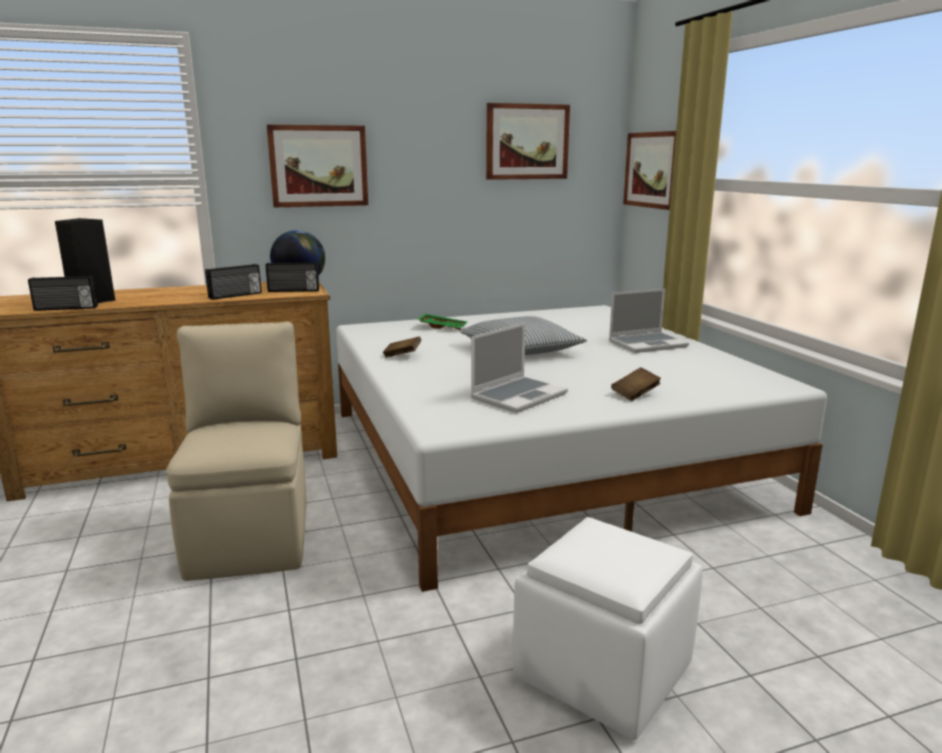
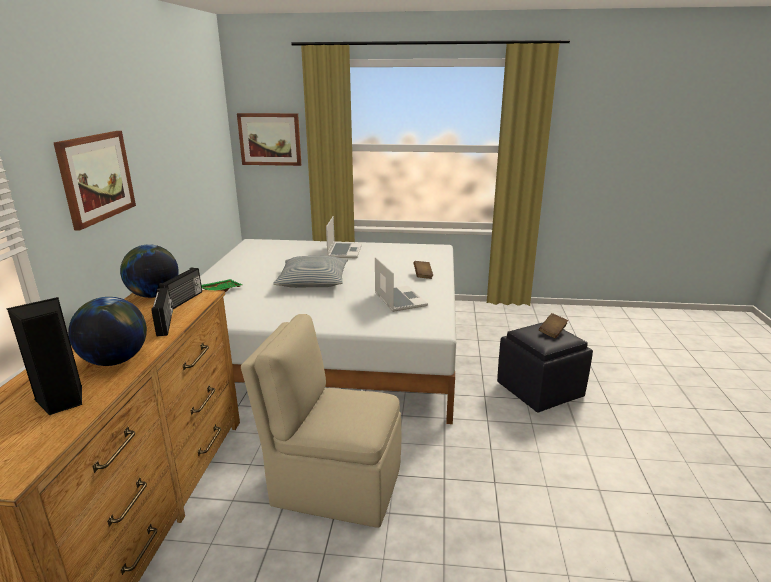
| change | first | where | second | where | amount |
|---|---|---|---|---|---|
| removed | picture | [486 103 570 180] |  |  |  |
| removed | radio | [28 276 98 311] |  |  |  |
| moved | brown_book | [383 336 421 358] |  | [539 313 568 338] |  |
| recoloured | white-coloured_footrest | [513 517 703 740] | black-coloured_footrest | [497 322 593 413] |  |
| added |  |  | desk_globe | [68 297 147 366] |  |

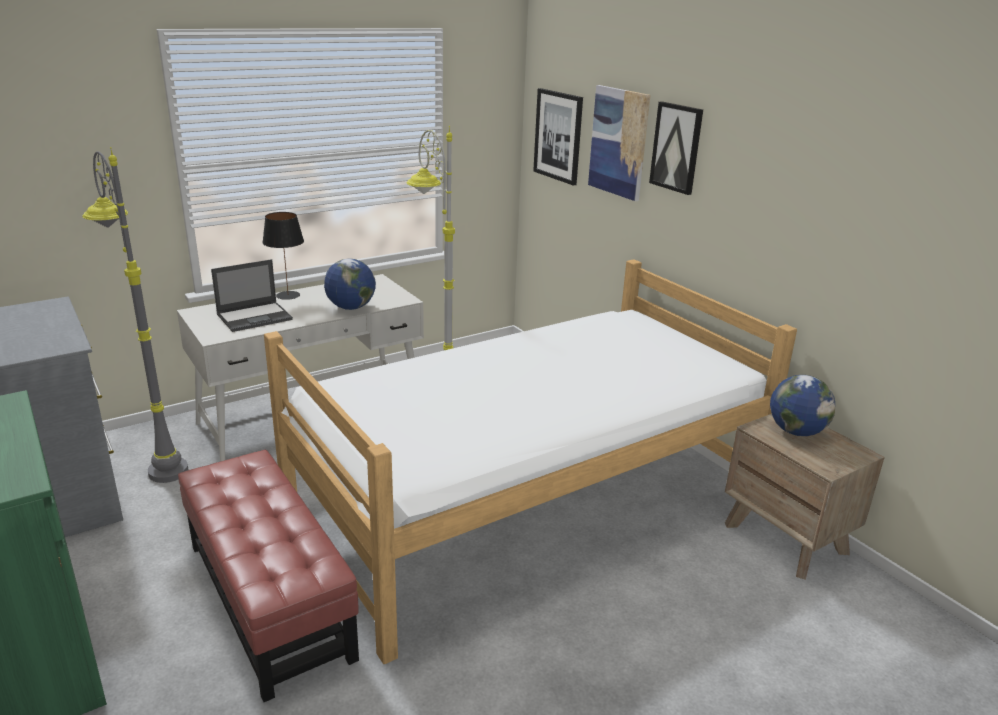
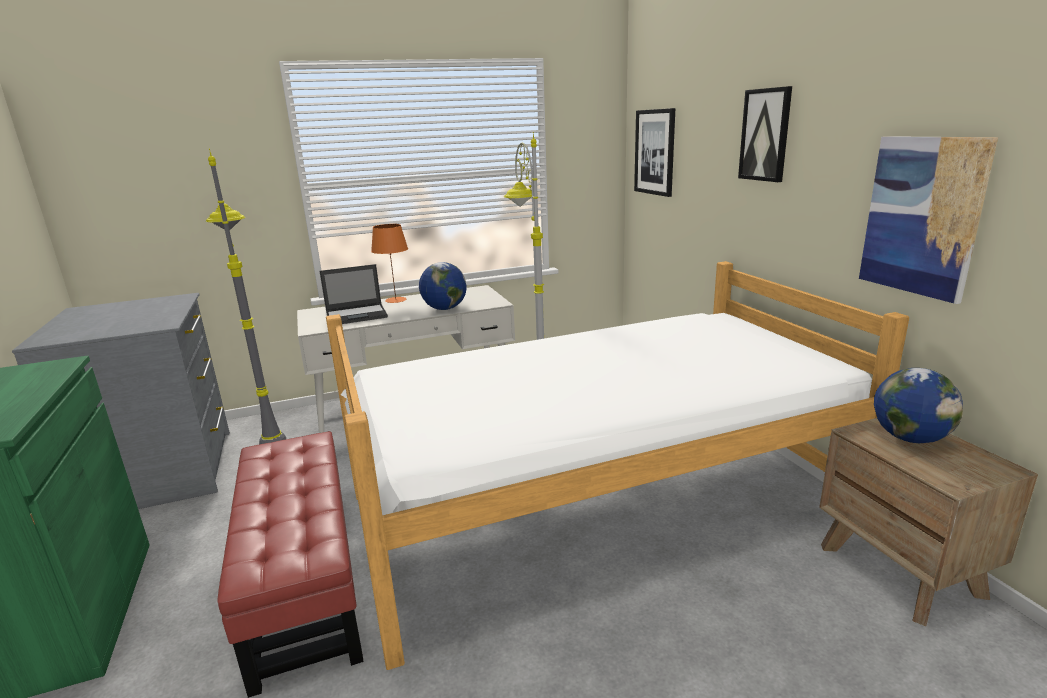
| change | first | where | second | where | amount |
|---|---|---|---|---|---|
| moved | picture | [588 85 651 201] |  | [859 136 998 304] |  |
| recoloured | black-coloured_lamp_for_a_table | [262 212 304 300] | orangey_lamp_for_a_table | [371 224 408 303] |  |

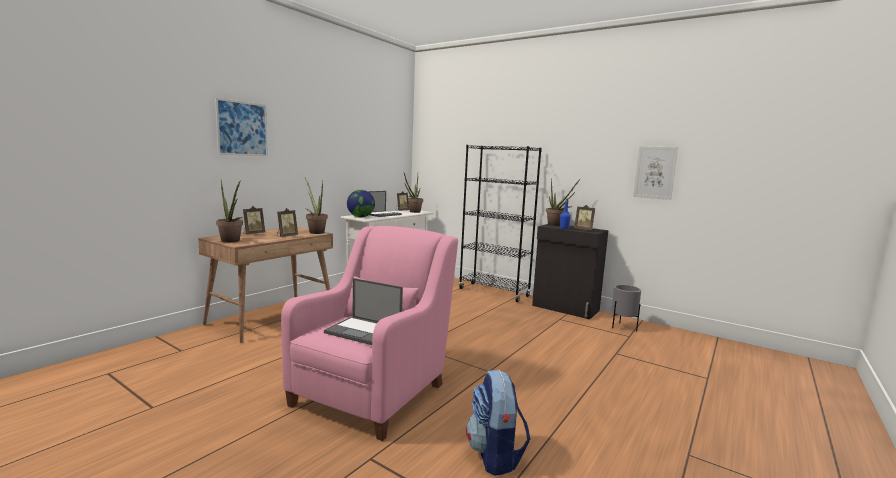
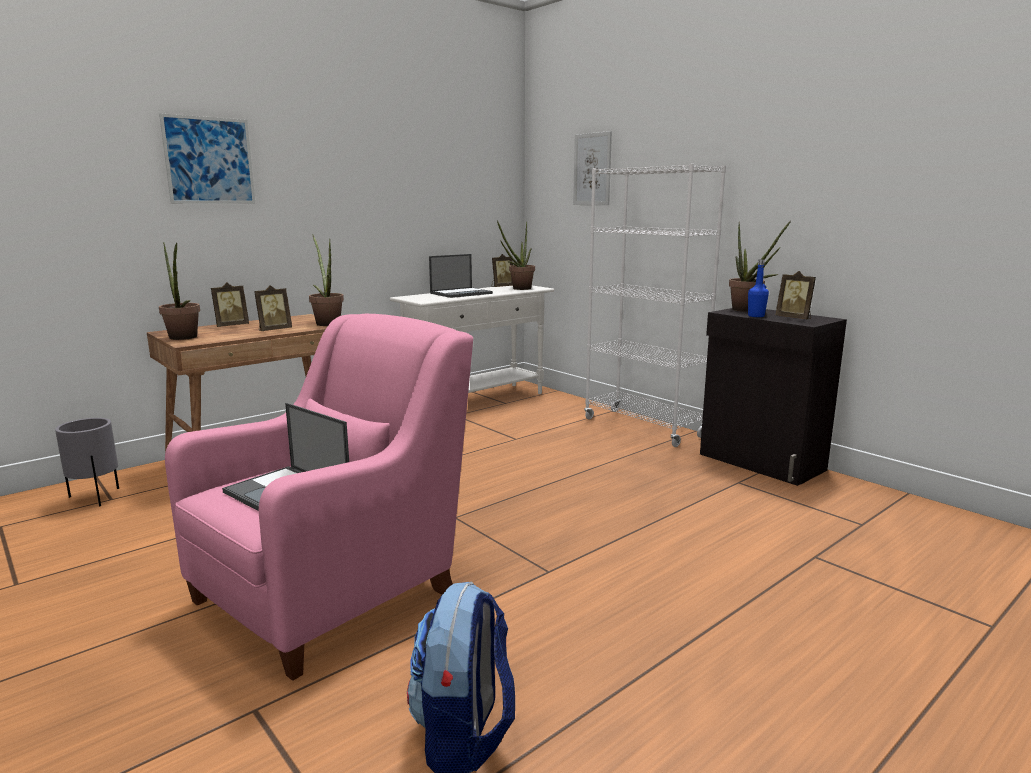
| change | first | where | second | where | amount |
|---|---|---|---|---|---|
| recoloured | black-coloured_bookcase | [459 145 542 302] | white-coloured_bookcase | [584 164 726 447] |  |
| moved | picture | [633 146 678 200] |  | [573 131 612 205] |  |
| removed | desk_globe | [347 190 375 217] |  |  |  |
| moved | gray_flower_pot | [611 285 641 332] |  | [55 418 119 507] |  |

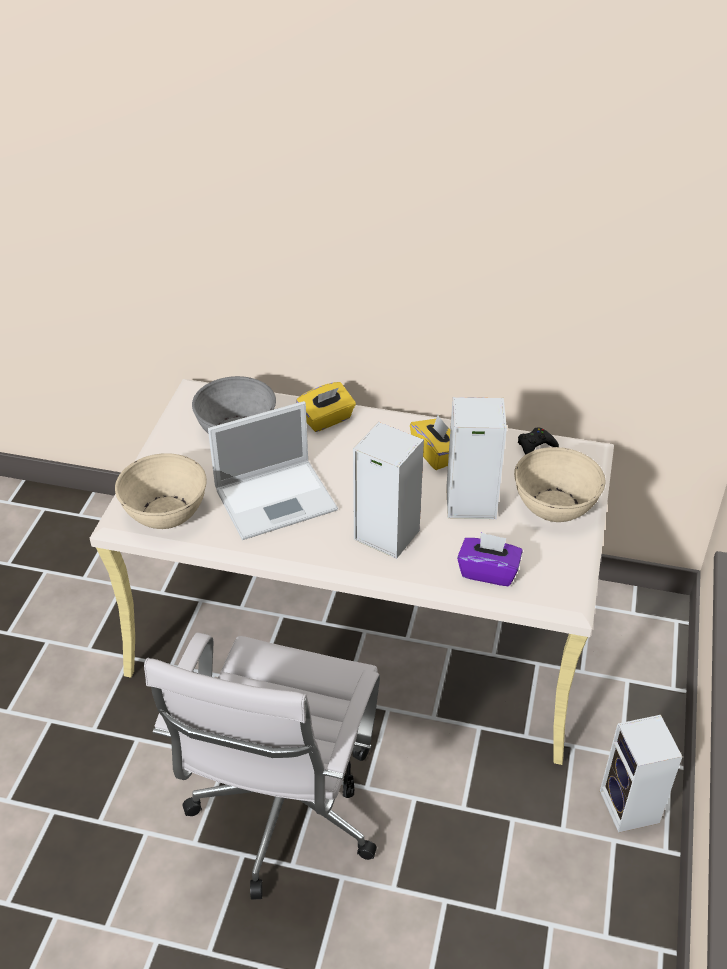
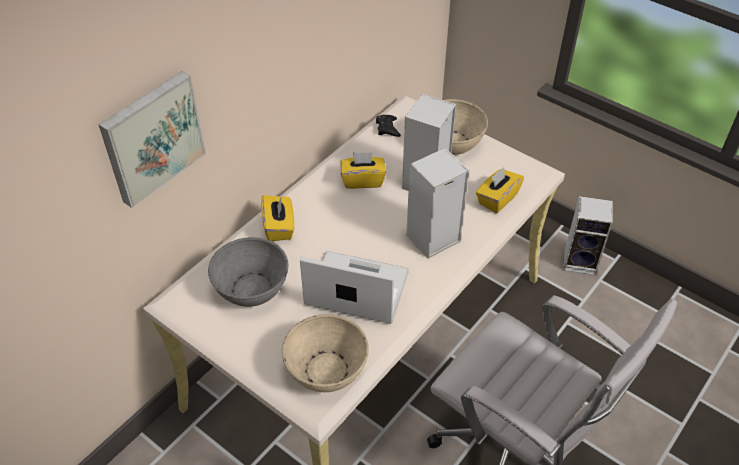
| change | first | where | second | where | amount |
|---|---|---|---|---|---|
| turned | notebook_computer | [208 401 338 540] |  | [300 251 409 324] | 75 degrees counterclockwise |
| recoloured | purplish_box_of_tissues | [457 532 523 586] | yellow-coloured_box_of_tissues | [476 167 524 213] |  |
| added |  |  | picture | [99 71 206 208] |  |

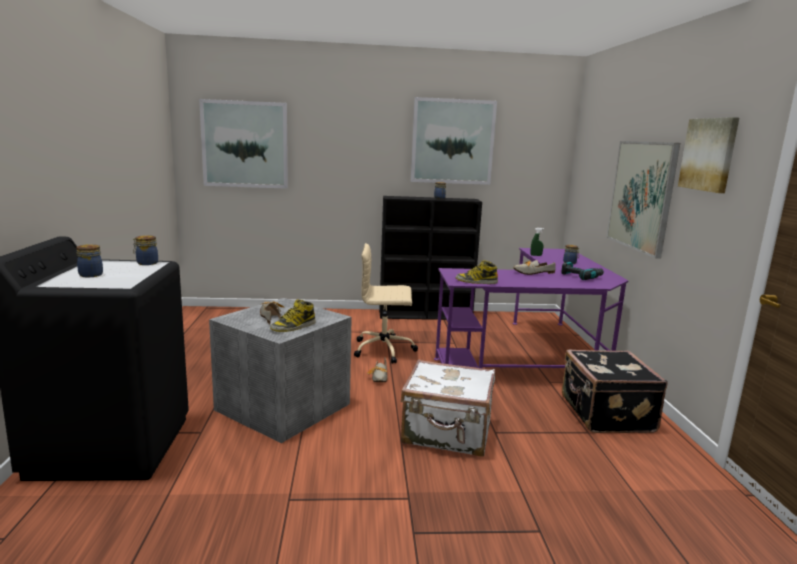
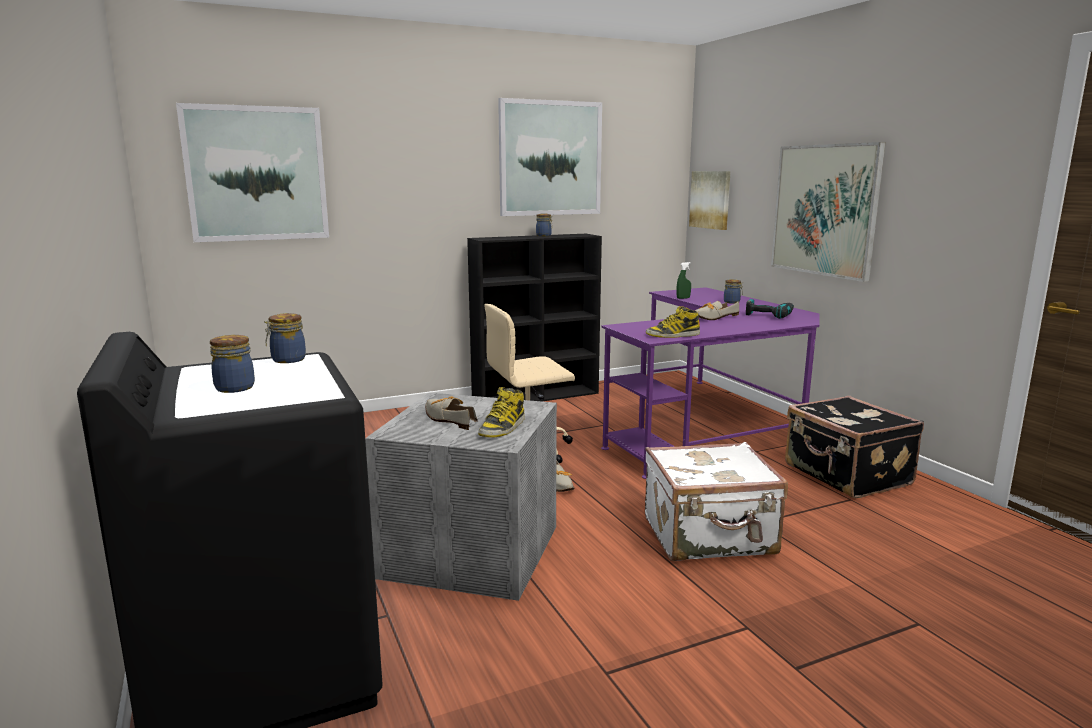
| change | first | where | second | where | amount |
|---|---|---|---|---|---|
| moved | picture | [678 117 739 193] |  | [689 171 731 230] |  |

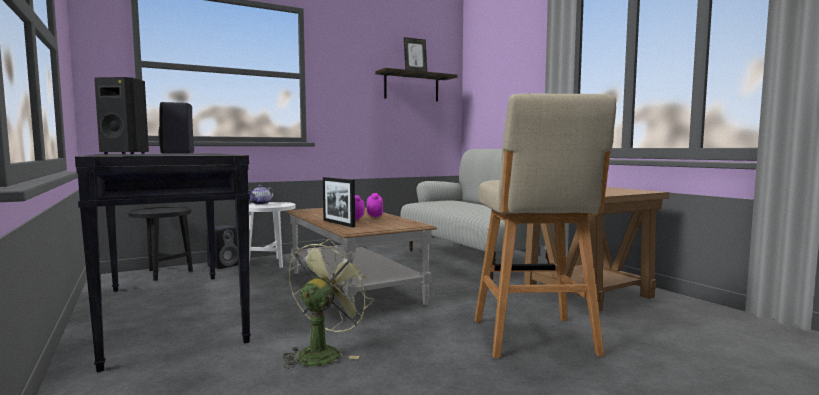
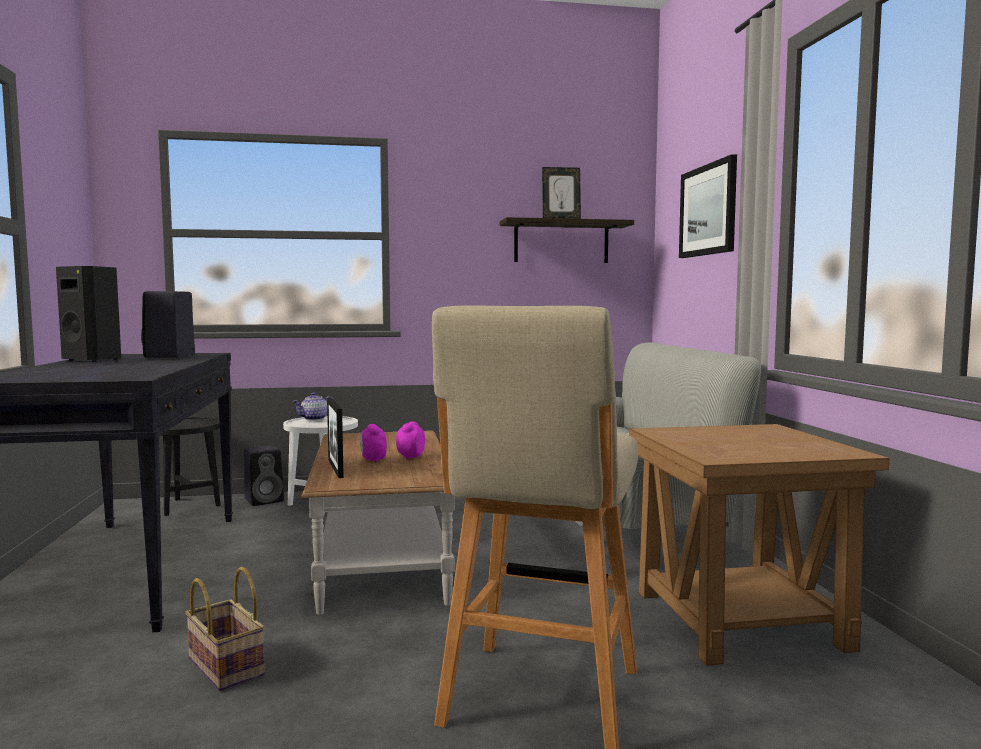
| change | first | where | second | where | amount |
|---|---|---|---|---|---|
| replaced | greenish_fan | [283 239 374 369] | storage_basket | [185 567 265 691] |  |
| added |  |  | picture | [679 154 737 258] |  |

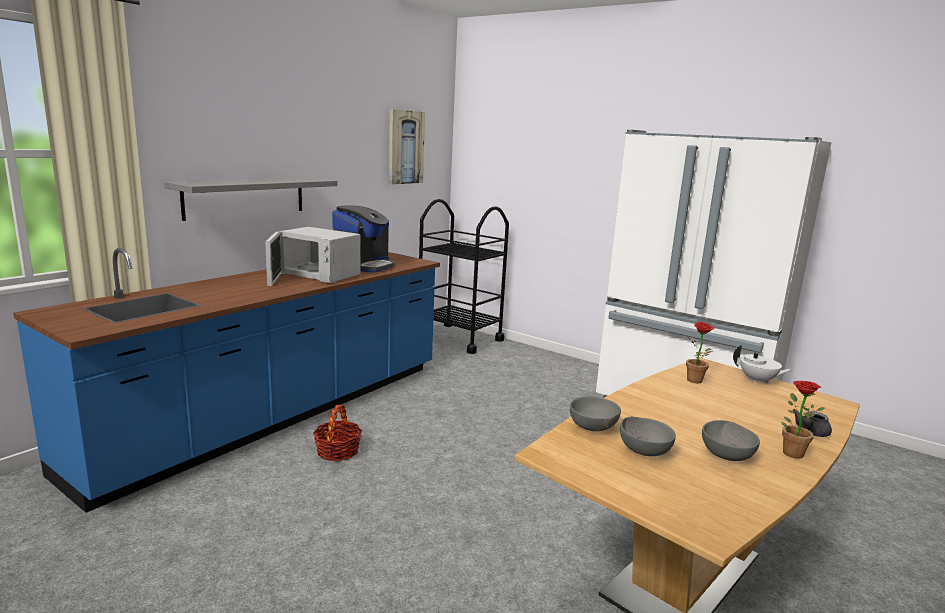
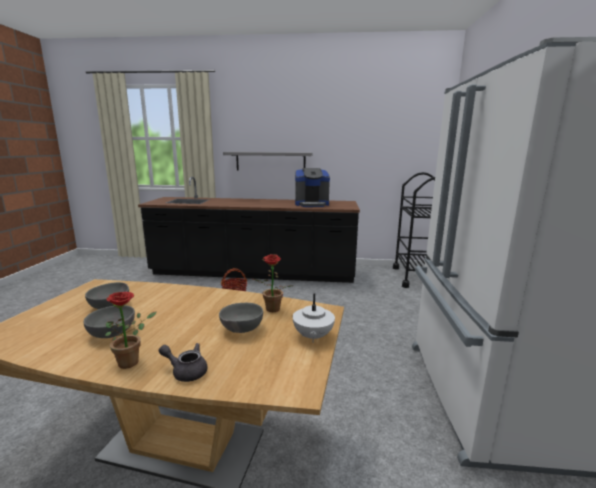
| change | first | where | second | where | amount |
|---|---|---|---|---|---|
| removed | picture | [389 109 425 184] |  |  |  |
| removed | white-coloured_microwave | [265 227 360 286] |  |  |  |
| recoloured | blue-coloured_kitchen_base_unit | [13 248 440 513] | black-coloured_kitchen_base_unit | [138 177 360 283] |  |
| moved | gray_deep_dish | [570 396 621 431] |  | [219 303 263 333] |  |

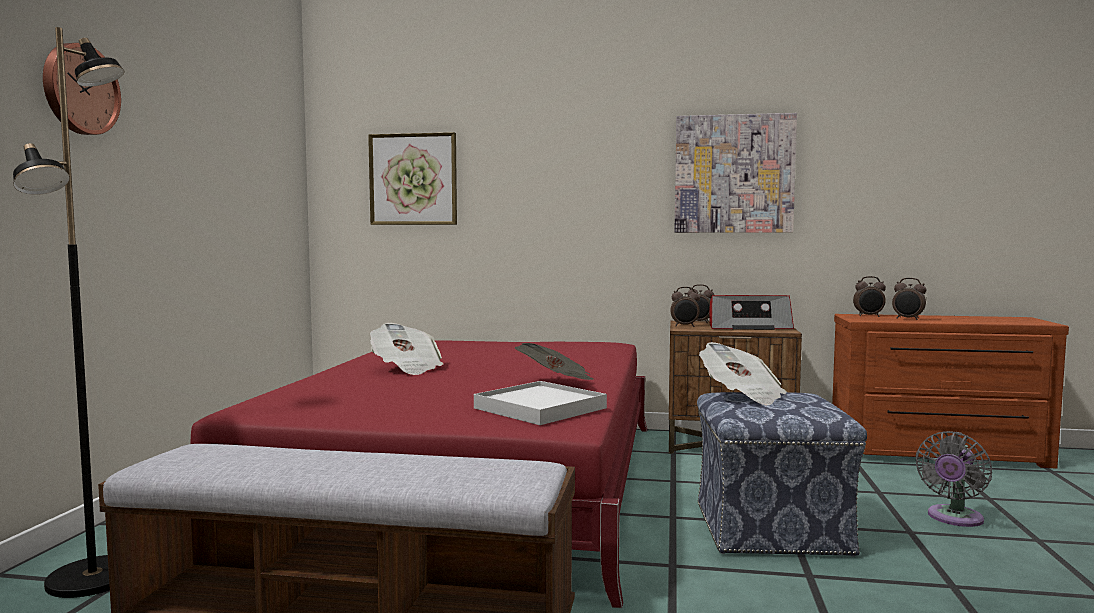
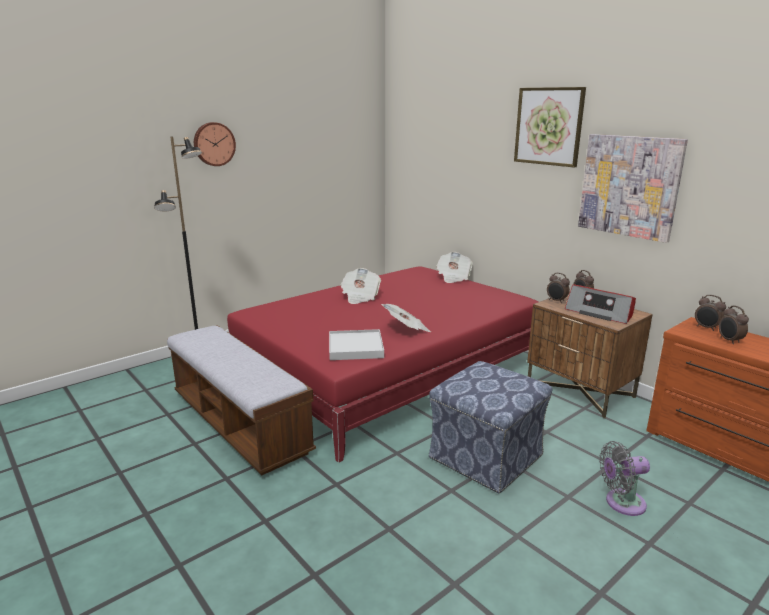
| change | first | where | second | where | amount |
|---|---|---|---|---|---|
| moved | picture | [368 132 457 225] |  | [514 87 586 167] |  |
| moved | newspaper | [699 342 787 405] |  | [436 252 473 283] |  |

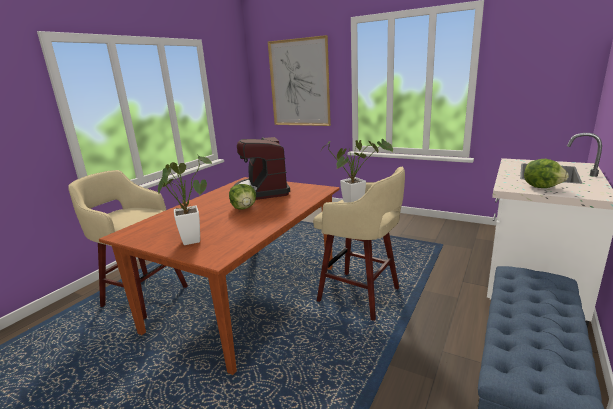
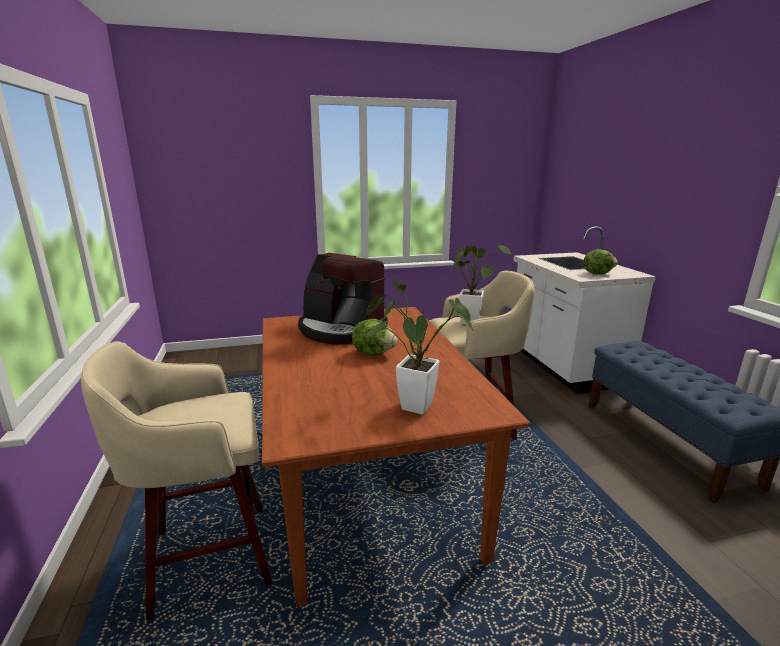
| change | first | where | second | where | amount |
|---|---|---|---|---|---|
| removed | picture | [268 35 331 126] |  |  |  |

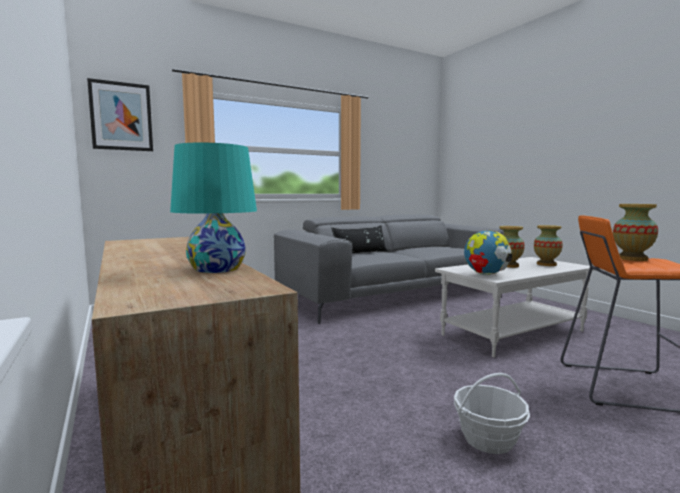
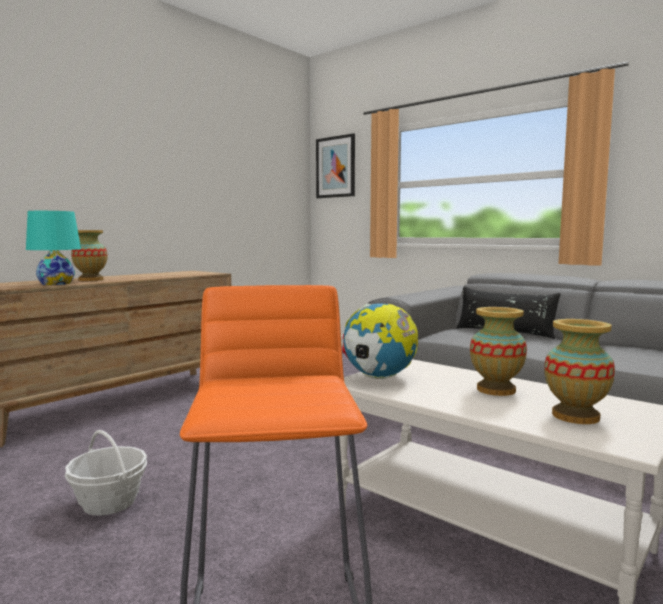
| change | first | where | second | where | amount |
|---|---|---|---|---|---|
| moved | decorative_vase | [613 204 658 261] |  | [71 230 107 281] |  |

